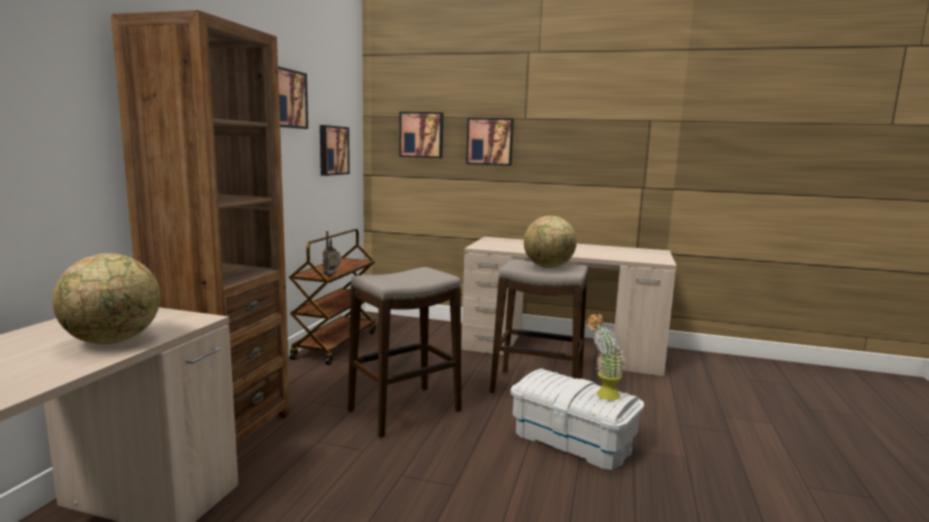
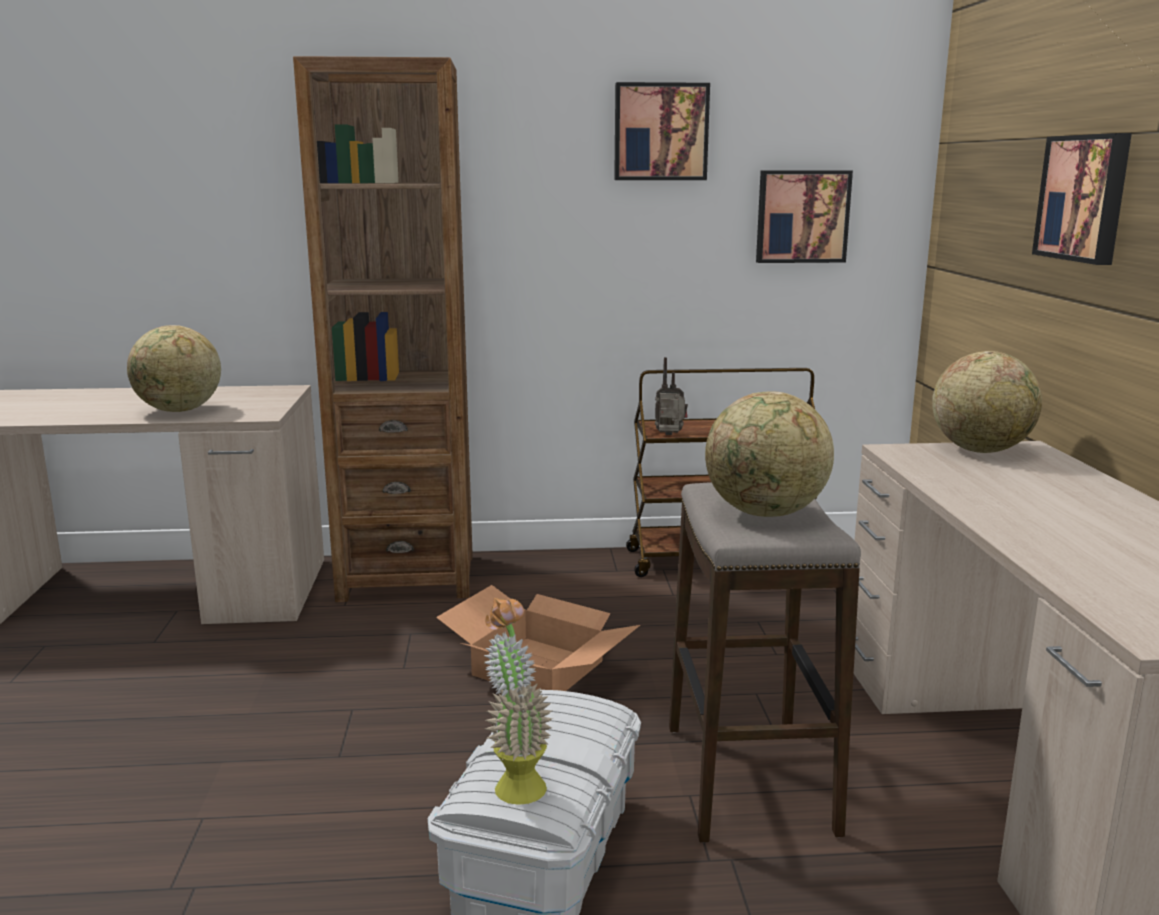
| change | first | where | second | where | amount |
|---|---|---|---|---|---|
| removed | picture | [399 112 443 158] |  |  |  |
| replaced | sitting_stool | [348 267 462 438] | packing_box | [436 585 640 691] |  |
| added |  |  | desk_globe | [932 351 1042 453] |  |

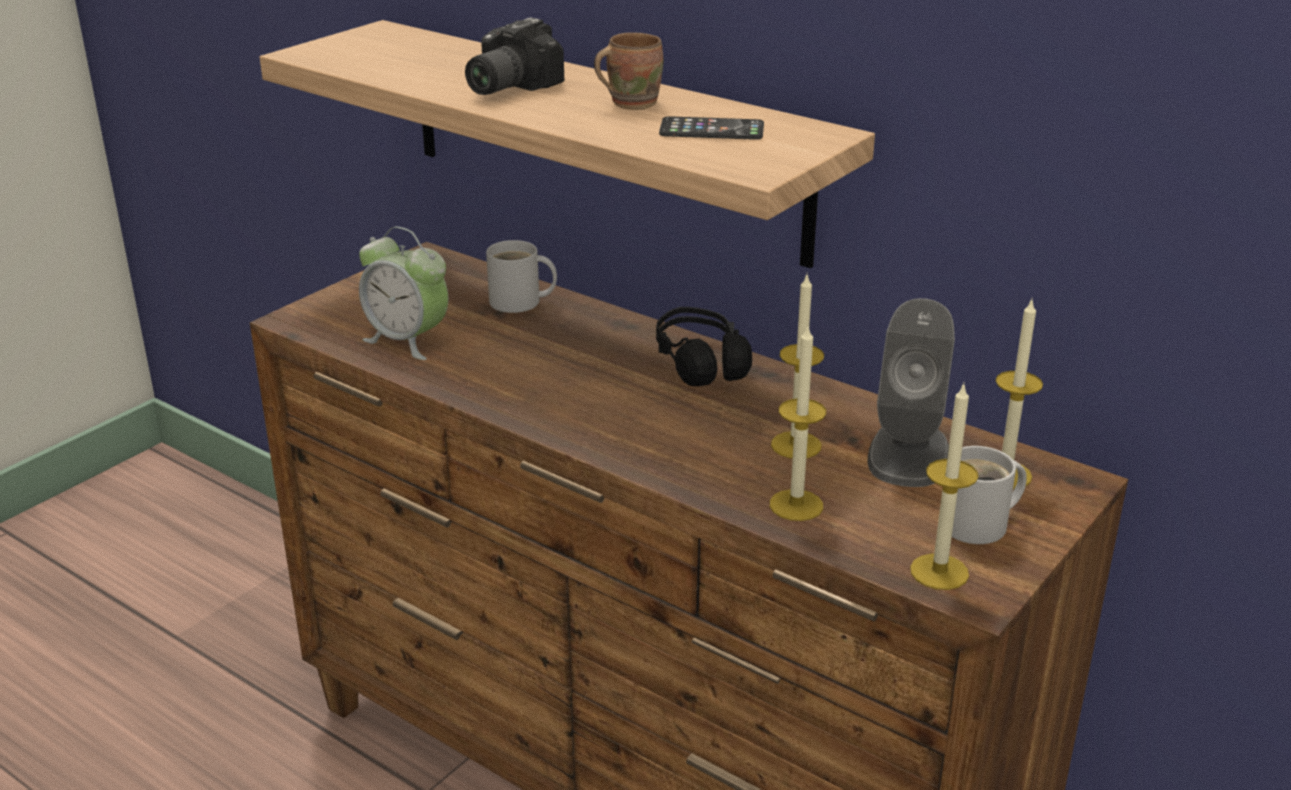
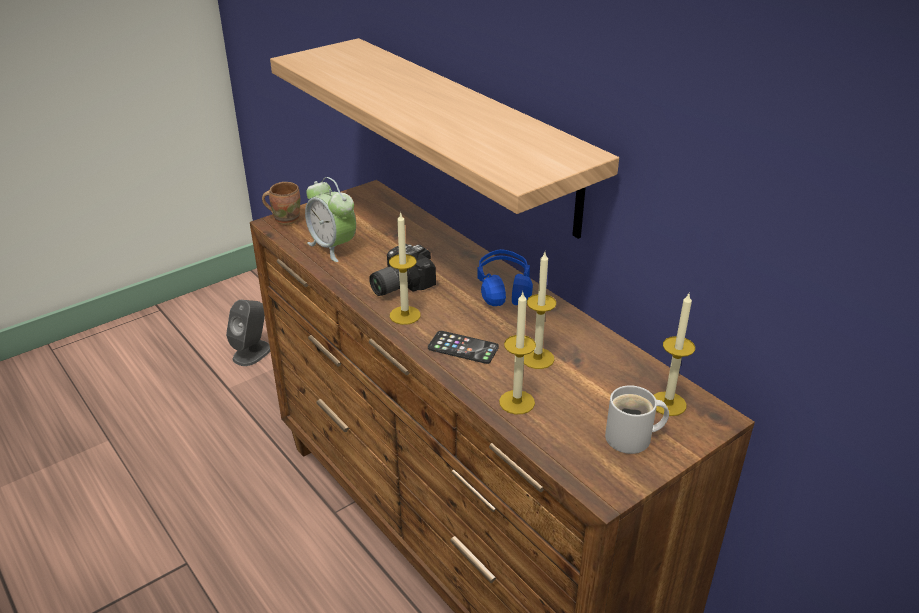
| change | first | where | second | where | amount |
|---|---|---|---|---|---|
| moved | photo_camera | [465 17 564 95] |  | [369 244 436 296] |  |
| moved | brown_mug | [594 33 663 110] |  | [262 182 300 225] |  |
| moved | telephone | [659 116 764 140] |  | [428 331 499 364] |  |
| removed | white-coloured_mug | [486 240 557 313] |  |  |  |
| moved | gray_speaker | [868 298 955 487] |  | [226 300 270 366] |  |
| recoloured | black-coloured_headset | [656 307 752 386] | blue-coloured_headset | [477 249 533 306] |  |
| moved | candle | [910 383 979 590] |  | [389 212 421 325] |  |

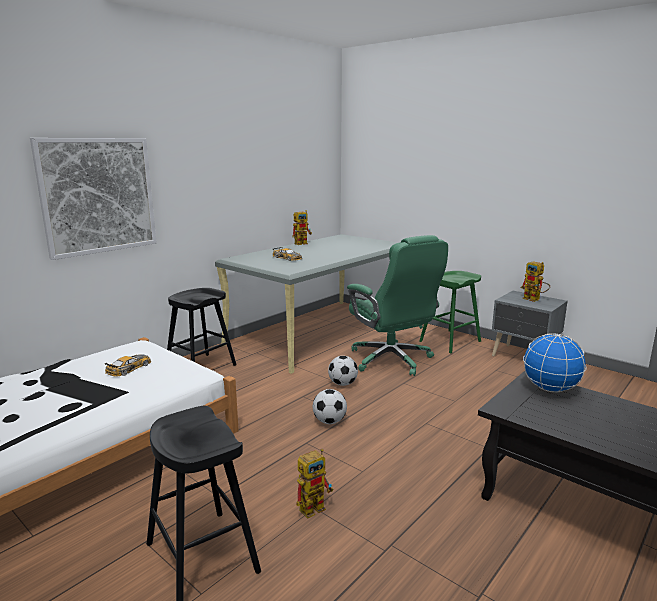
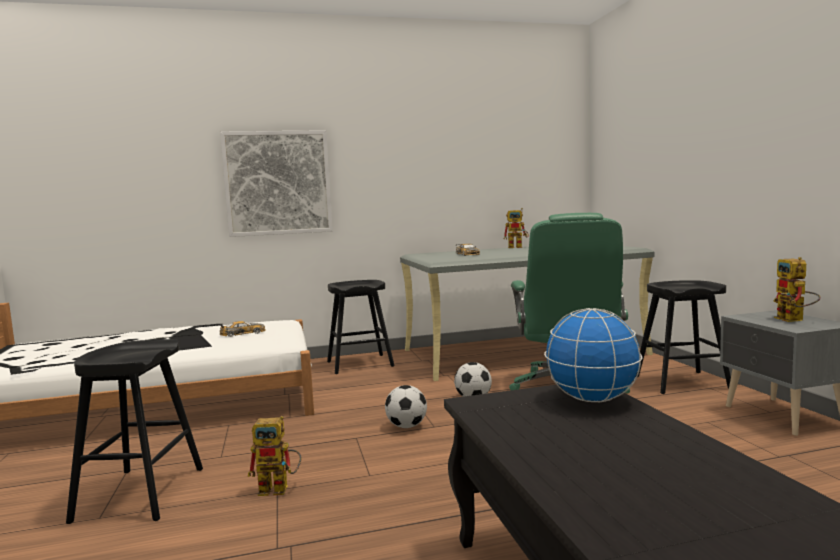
| change | first | where | second | where | amount |
|---|---|---|---|---|---|
| recoloured | greenish_sitting_stool | [419 271 481 353] | black-coloured_sitting_stool | [636 280 731 394] |  |

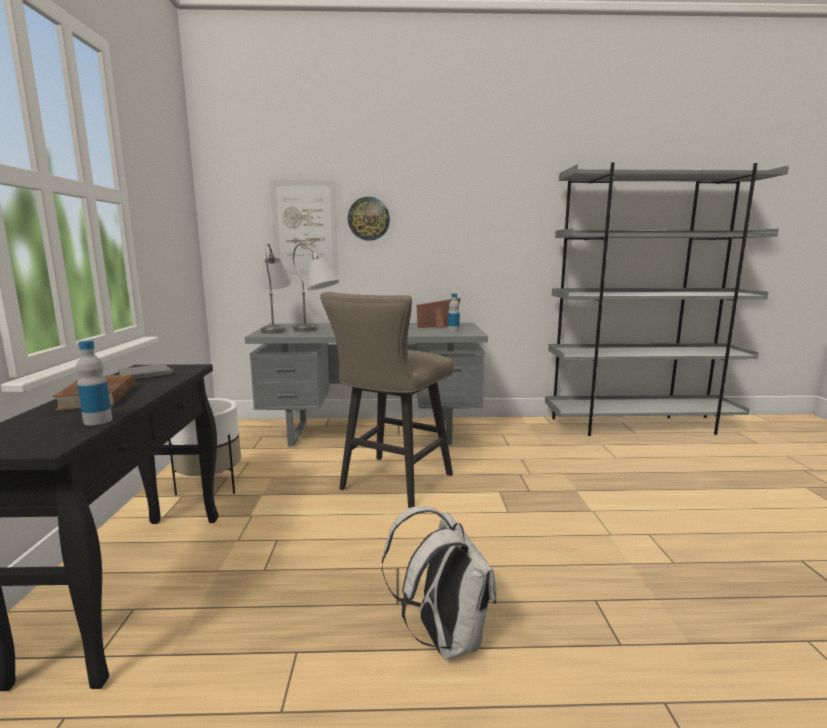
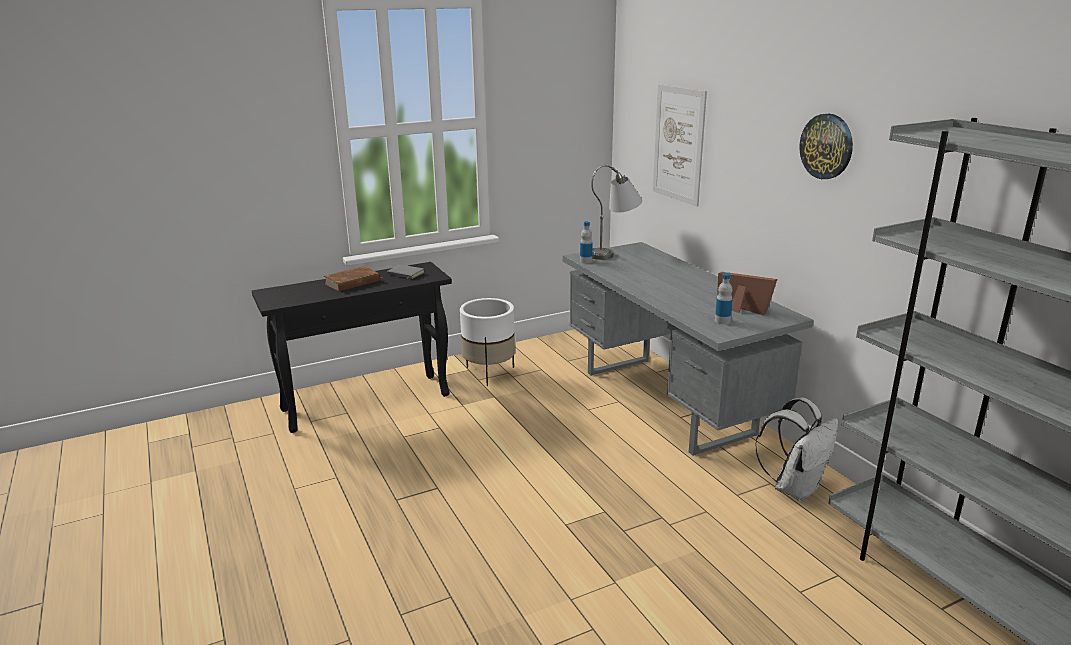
| change | first | where | second | where | amount |
|---|---|---|---|---|---|
| moved | hanging_clock | [348 197 390 241] |  | [799 113 853 179] |  |
| removed | gray_lamp_for_a_table | [293 243 340 332] |  |  |  |
| removed | beige_sitting_stool | [320 292 454 508] |  |  |  |
| moved | drink_bottle | [76 340 112 425] |  | [580 221 593 263] |  |
| moved | white-coloured_backpack | [382 506 496 660] |  | [755 397 838 501] |  |

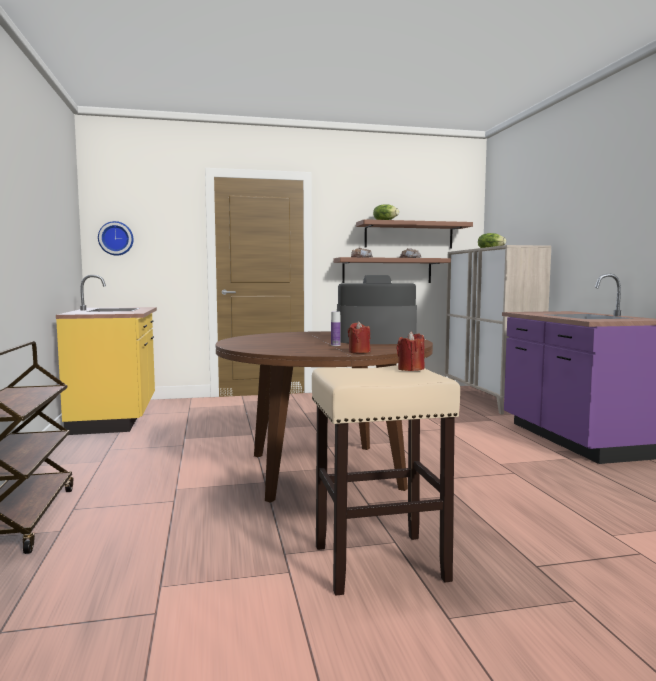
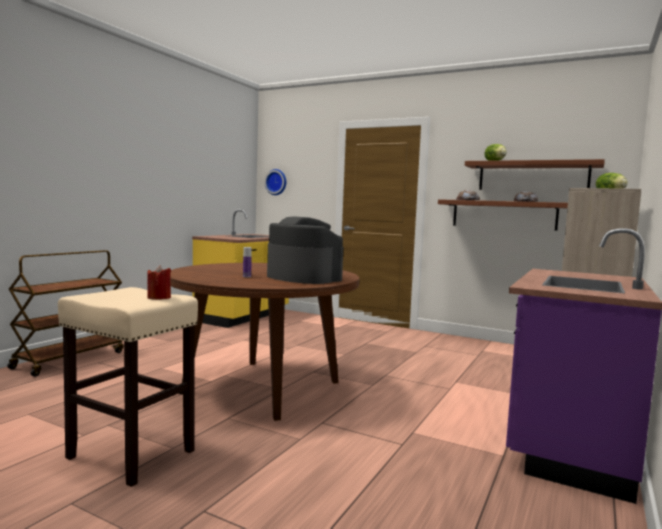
| change | first | where | second | where | amount |
|---|---|---|---|---|---|
| removed | red-coloured_candle | [348 321 370 353] |  |  |  |

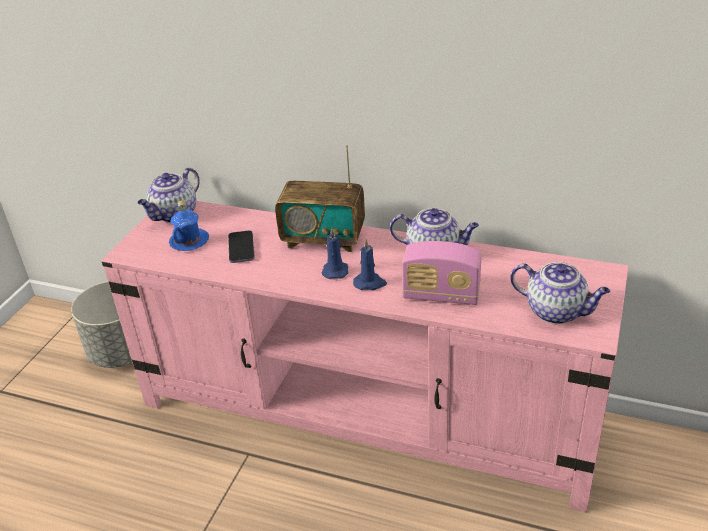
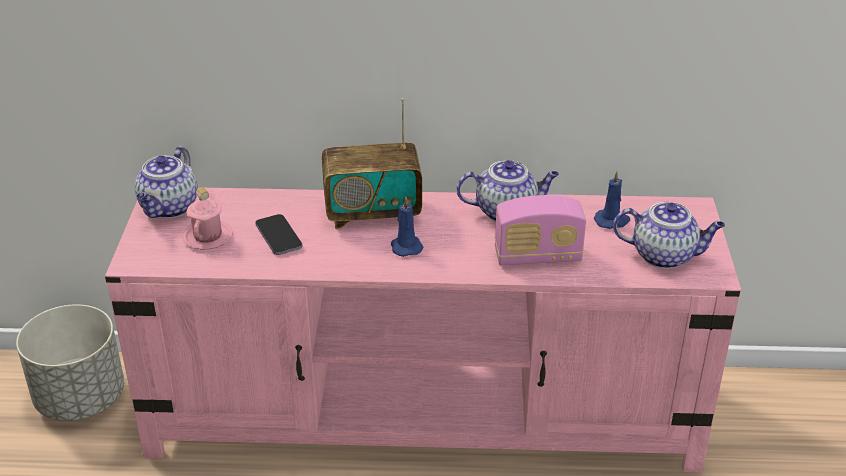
| change | first | where | second | where | amount |
|---|---|---|---|---|---|
| recoloured | blue-coloured_mug | [169 200 209 251] | pinkish_mug | [182 187 233 249] |  |
| moved | blue-coloured_candle | [353 239 387 290] |  | [594 171 630 229] |  |

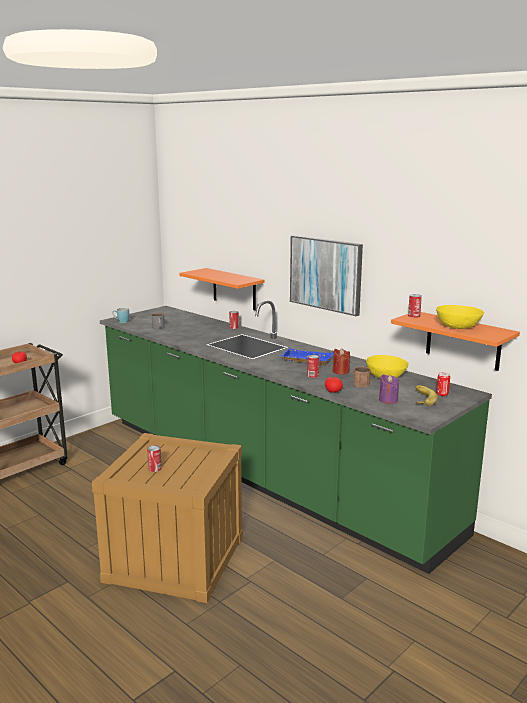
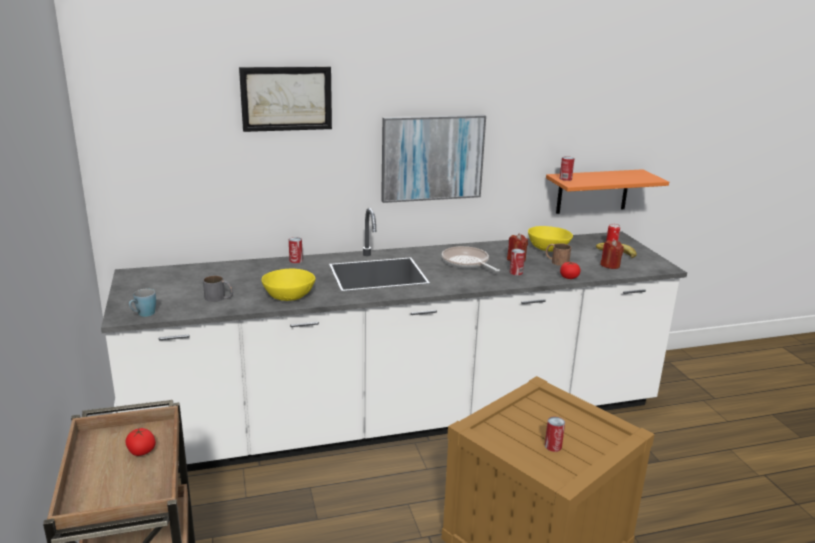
| change | first | where | second | where | amount |
|---|---|---|---|---|---|
| removed | orangey_bracket_shelf | [179 268 265 310] |  |  |  |
| recoloured | greenish_kitchen_base_unit | [100 300 492 574] | white-coloured_kitchen_base_unit | [101 208 687 473] |  |
| moved | yellow-coloured_deep_dish | [436 305 484 329] |  | [261 269 315 301] |  |
| replaced | blue-coloured_serving_tray | [281 348 334 366] | skillet | [442 246 500 272] |  |
| recoloured | purplish_candle | [379 374 399 404] | red-coloured_candle | [600 240 624 269] |  |
| added |  |  | picture | [239 67 332 132] |  |

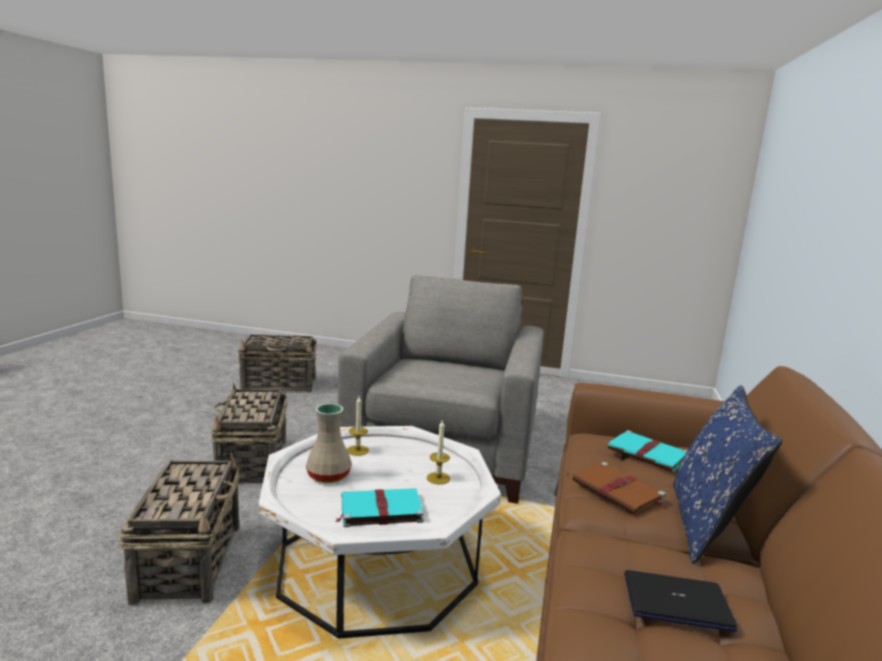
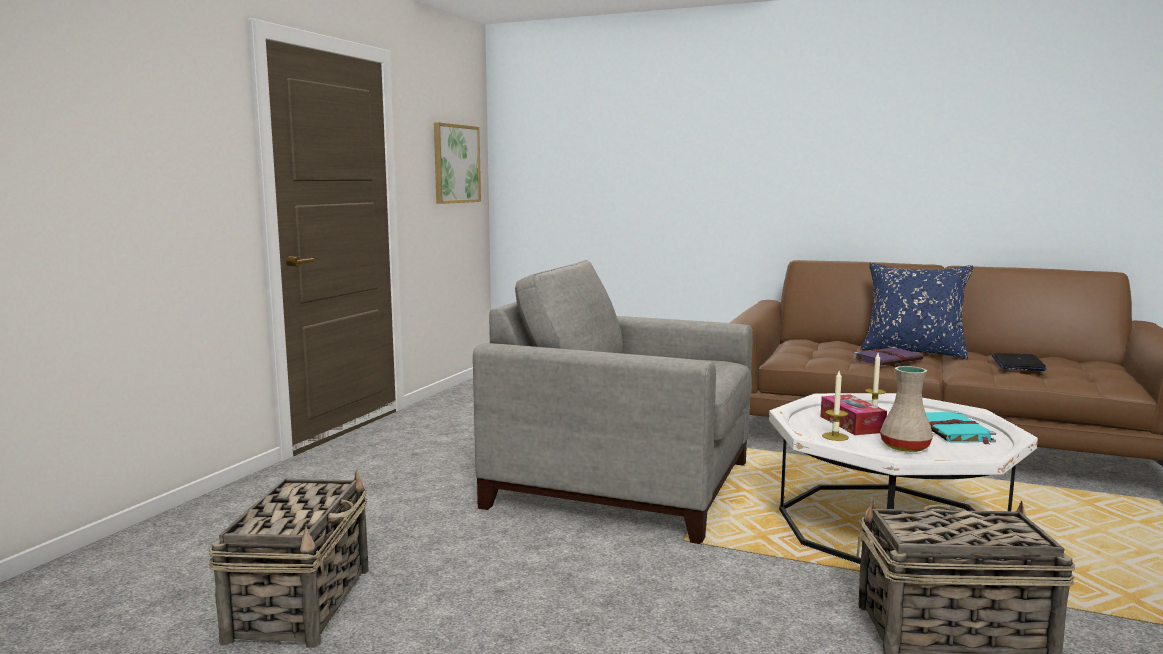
| change | first | where | second | where | amount |
|---|---|---|---|---|---|
| removed | storage_basket | [211 383 287 483] |  |  |  |
| removed | turquoise_book | [608 430 687 472] |  |  |  |
| recoloured | brown_book | [572 462 666 515] | purplish_book | [853 347 924 366] |  |
| added |  |  | picture | [434 122 481 204] |  |
| added |  |  | box_of_tissues | [821 394 887 435] |  |

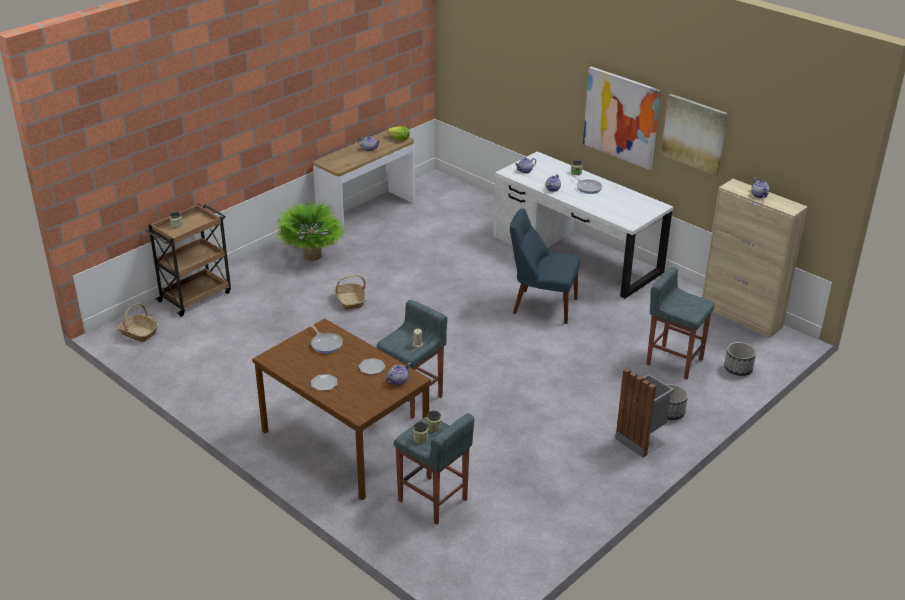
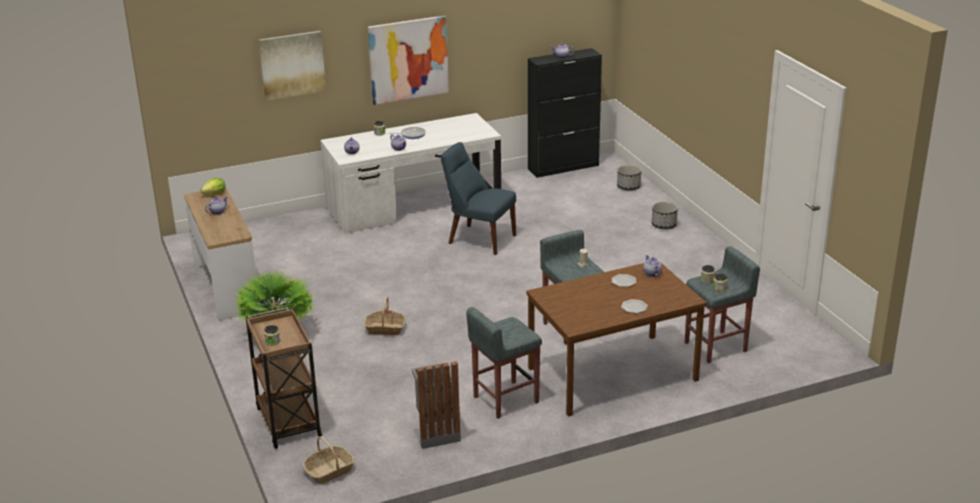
| change | first | where | second | where | amount |
|---|---|---|---|---|---|
| moved | picture | [661 94 728 176] |  | [258 31 326 100] |  |
| recoloured | beige_storage_cabinet | [702 179 808 338] | black-coloured_storage_cabinet | [528 48 602 178] |  |
| turned | blue-coloured_upright_chair | [510 208 580 324] |  | [441 142 516 255] | 75 degrees clockwise |
| moved | gray_sitting_stool | [646 267 714 379] |  | [466 307 542 419] |  |
| removed | skillet | [311 325 343 354] |  |  |  |
| moved | gray_waste_bin | [615 368 674 458] |  | [412 361 461 449] |  |

